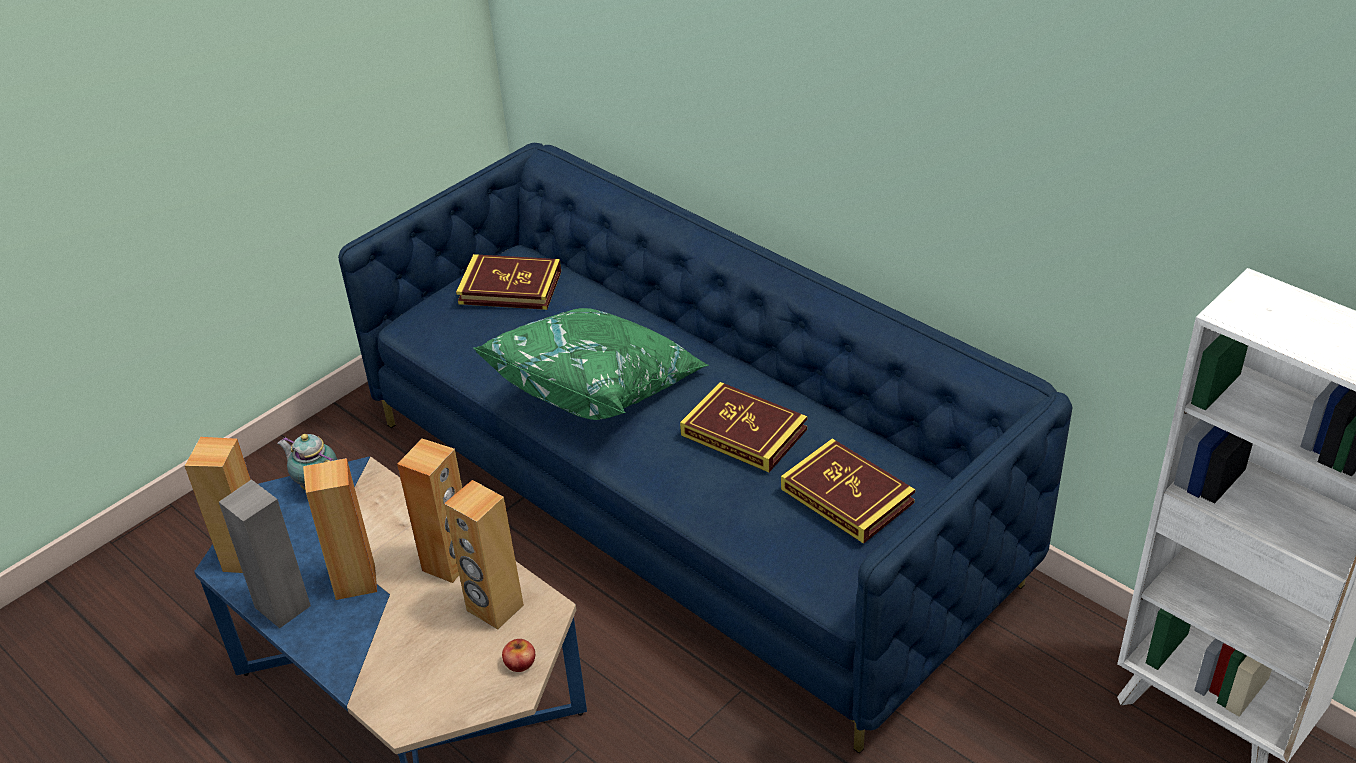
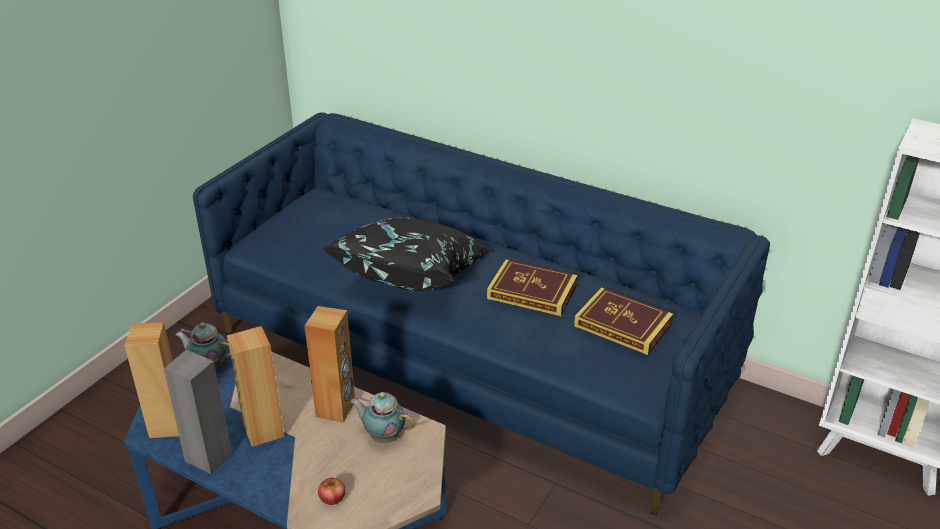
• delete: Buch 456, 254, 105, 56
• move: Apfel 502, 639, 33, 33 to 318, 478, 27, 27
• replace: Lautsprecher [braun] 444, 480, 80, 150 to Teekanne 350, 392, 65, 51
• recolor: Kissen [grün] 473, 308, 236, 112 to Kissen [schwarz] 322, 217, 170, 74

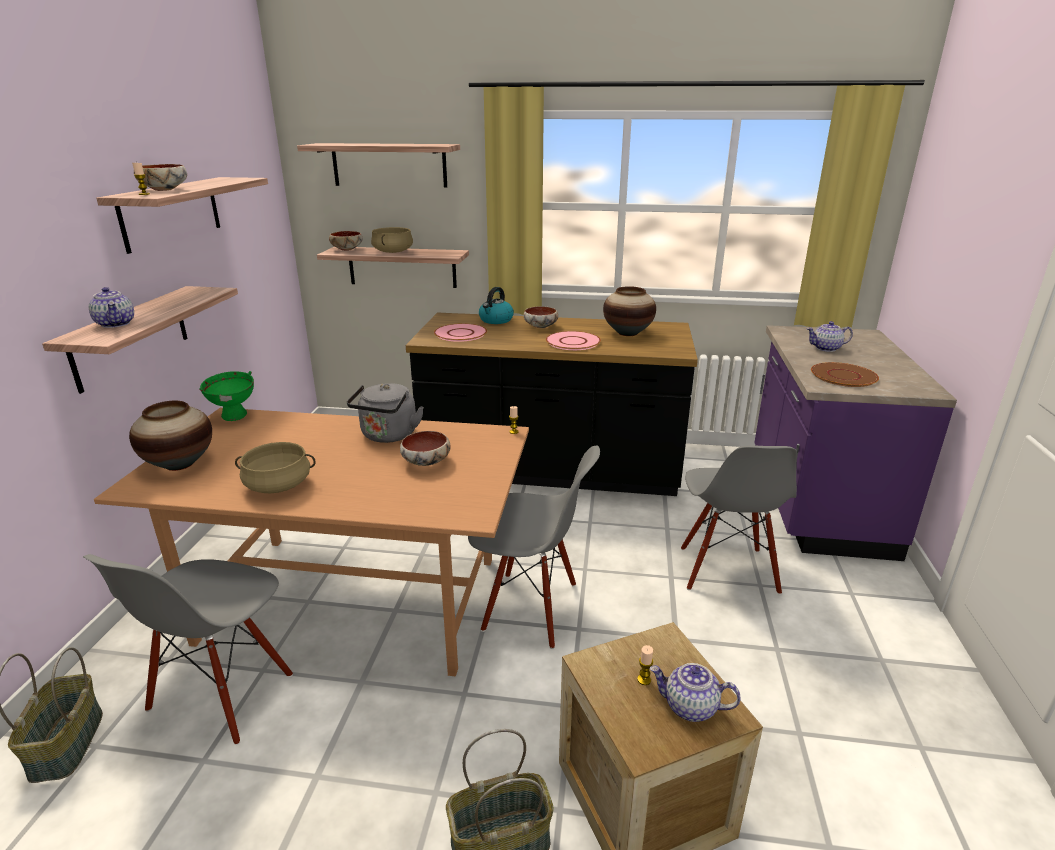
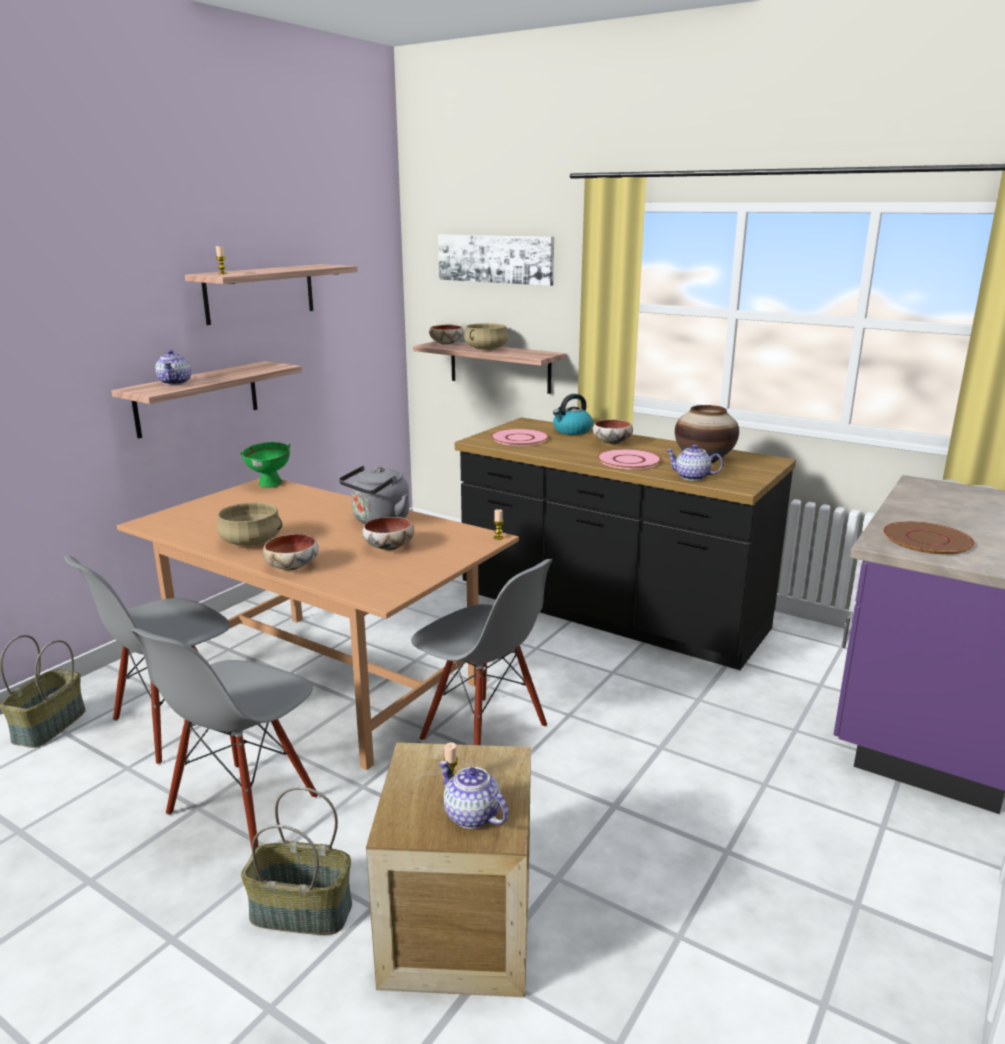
• delete: Vase 129, 401, 83, 70
• move: Schüssel 134, 164, 53, 27 to 262, 534, 57, 36
• move: Stuhl [grau] 681, 445, 116, 150 to 131, 628, 187, 221
• move: Teekanne 807, 321, 46, 31 to 666, 444, 57, 37
• replace: Wandregal 297, 143, 163, 44 to Bild 438, 234, 116, 52

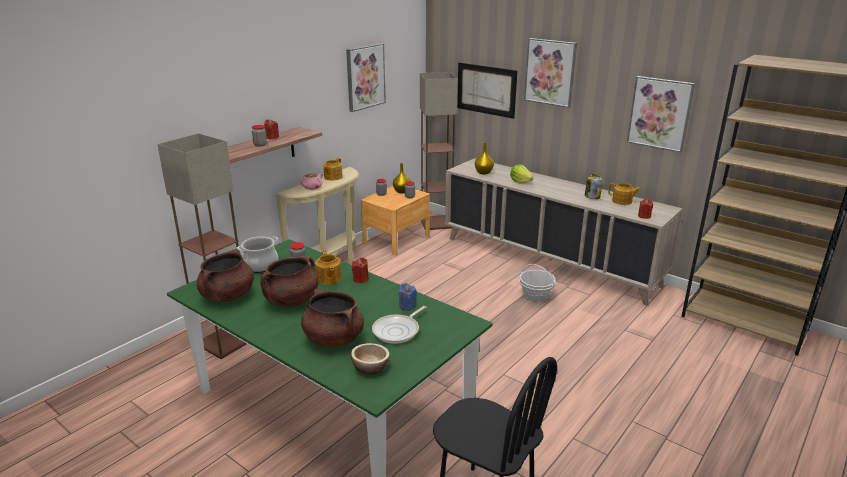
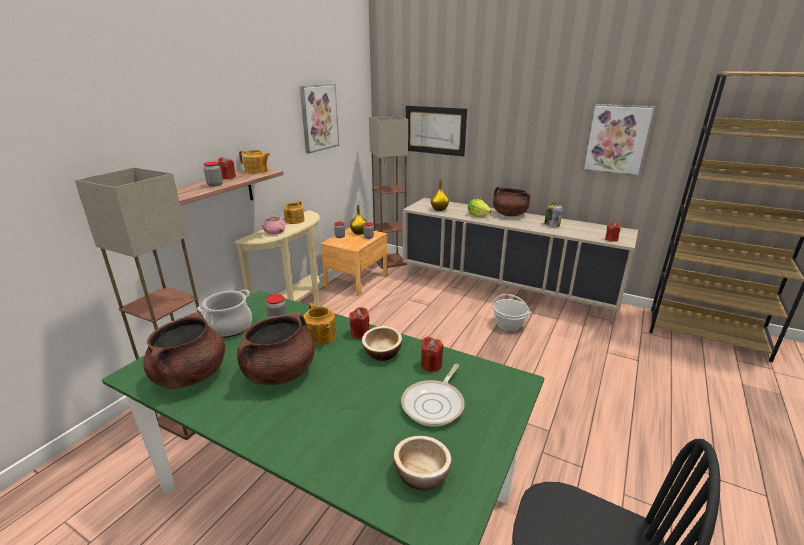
• delete: Bild 524, 38, 53, 70
• insert: Schüssel 362, 326, 40, 35
• move: Kochtopf [braun] 301, 289, 63, 59 to 493, 187, 37, 29
• move: Teekanne 608, 183, 33, 22 to 239, 150, 32, 24
• recolor: Kerze [blau] 399, 283, 18, 28 to Kerze [rot] 421, 336, 22, 36

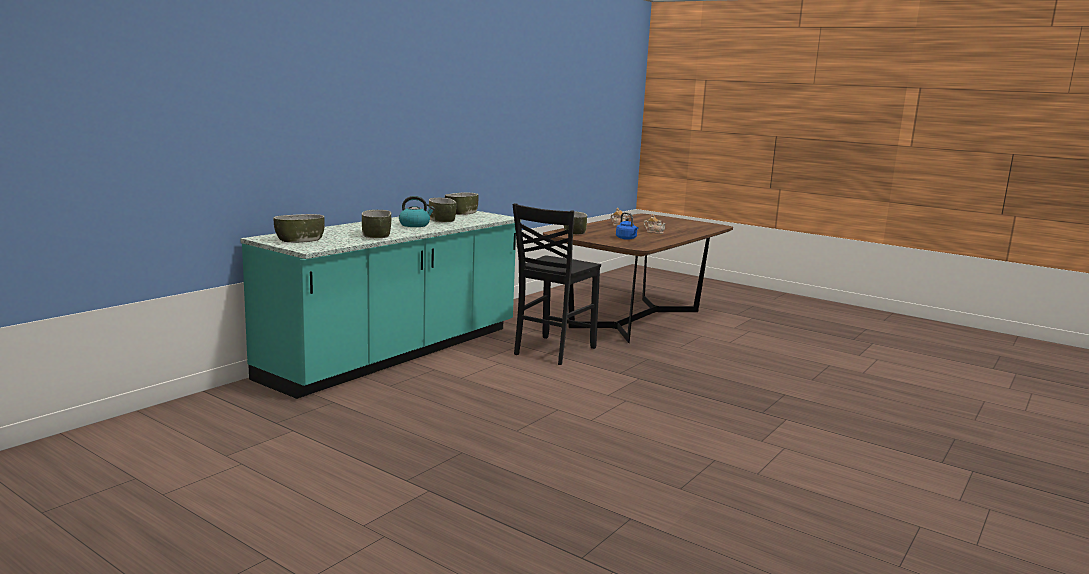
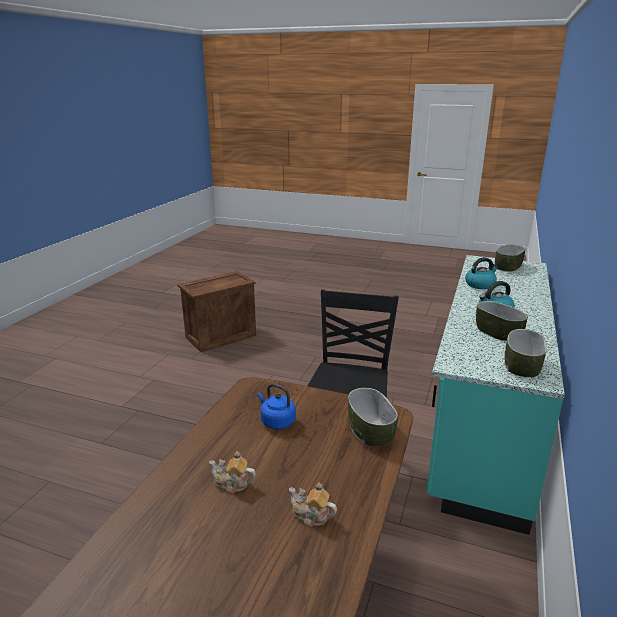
• insert: Kiste 177, 271, 79, 81
• replace: Schüssel 362, 210, 29, 28 to Wasserkessel 465, 257, 33, 32

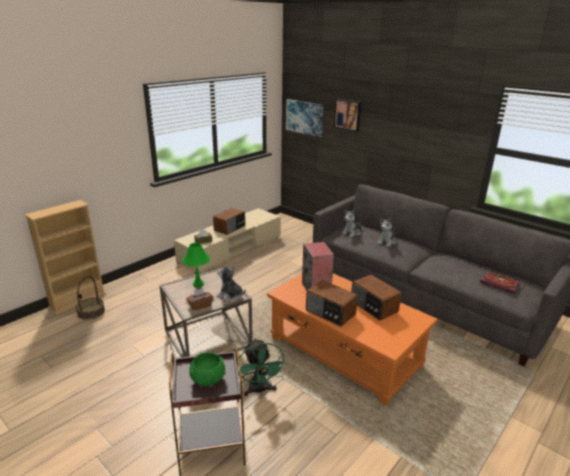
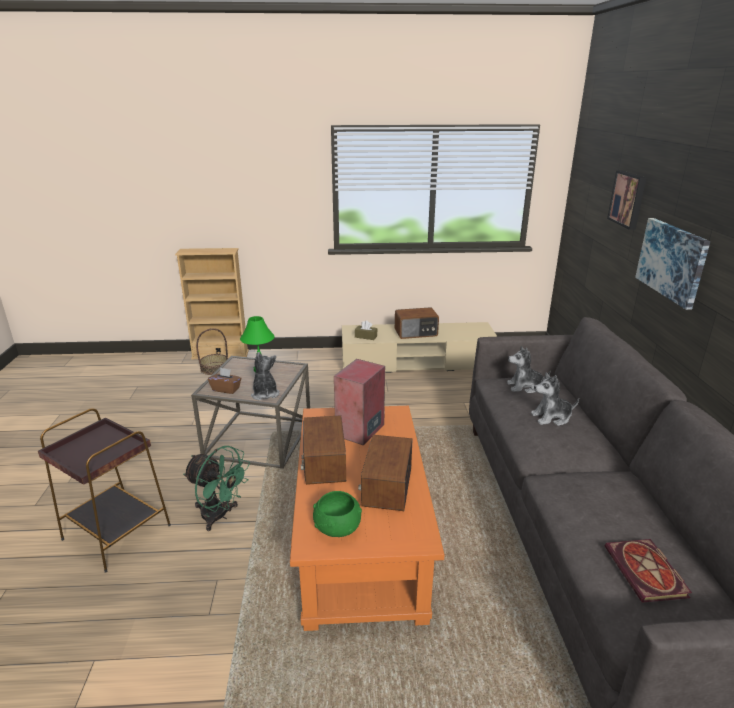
• move: Schüssel [grün] 189, 352, 37, 34 to 313, 491, 49, 46
• move: Bild 286, 99, 38, 38 to 635, 218, 76, 92
• rotate: Ventilator [grün] 238, 338, 49, 58 = 183, 446, 67, 85 90 degrees counterclockwise

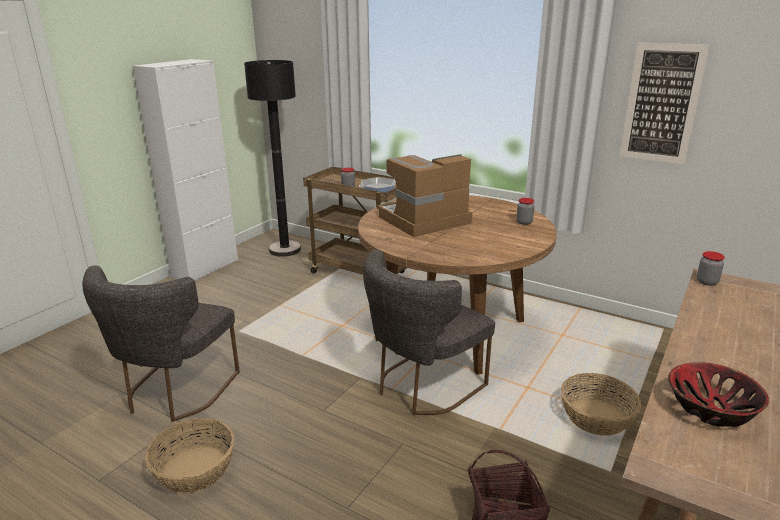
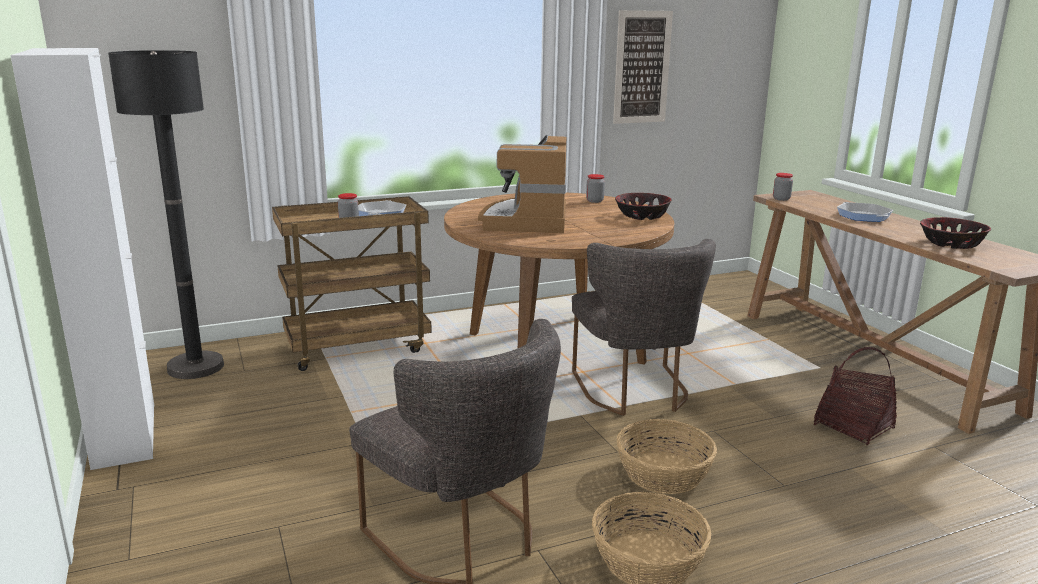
• insert: Schüssel 615, 193, 57, 27
• insert: Pfanne 837, 202, 56, 20
• move: Korb 561, 373, 80, 63 to 617, 419, 100, 75

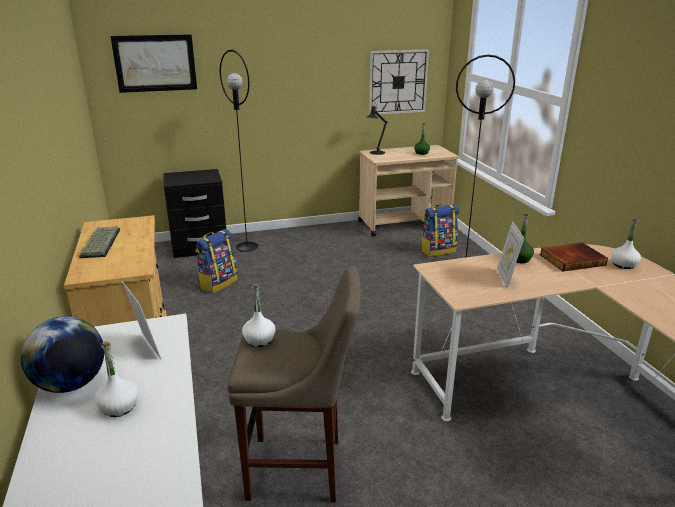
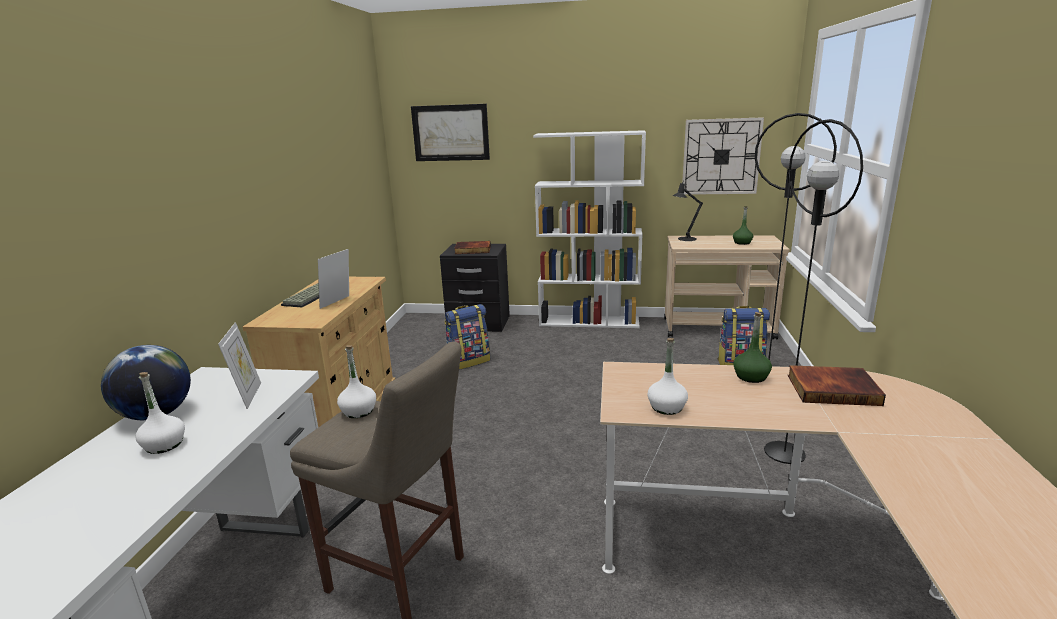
• insert: Buch 454, 241, 37, 13
• insert: Bücherregal [weiß] 533, 130, 113, 198
• move: Stehlampe [schwarz] 220, 50, 38, 202 to 764, 119, 99, 345
• move: Bilderrahmen 497, 221, 28, 67 to 318, 249, 31, 60
• move: Flasche [weiß] 612, 218, 29, 51 to 647, 338, 41, 77

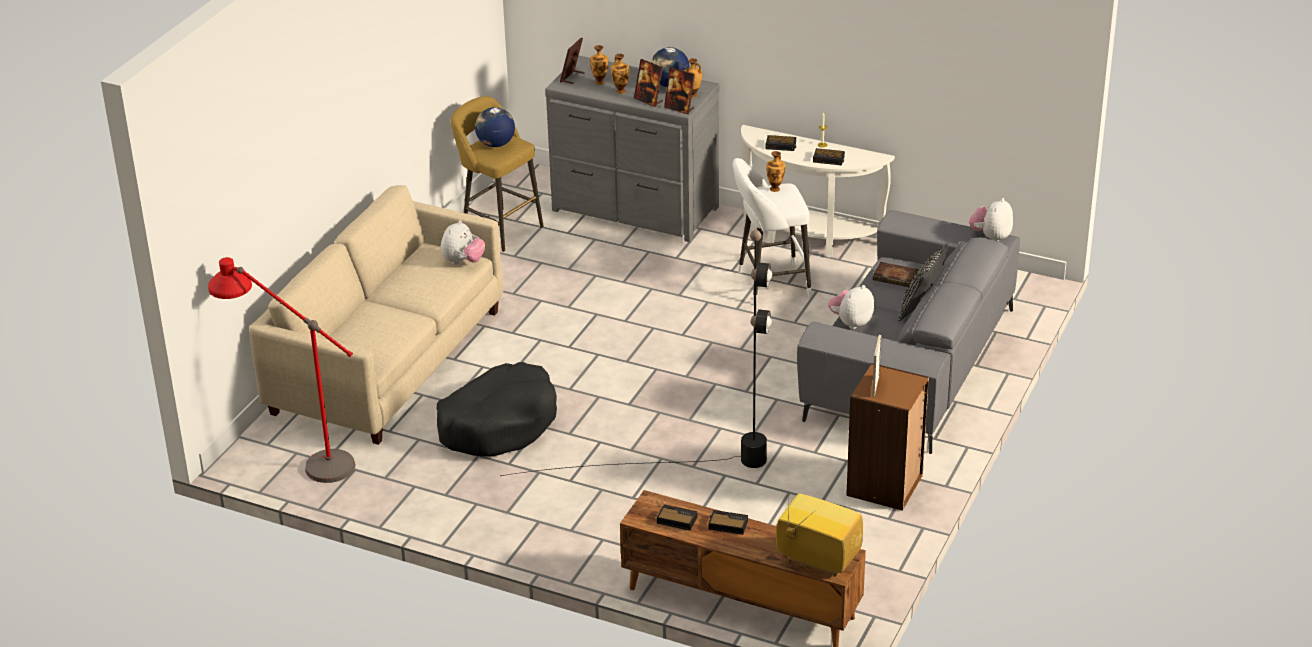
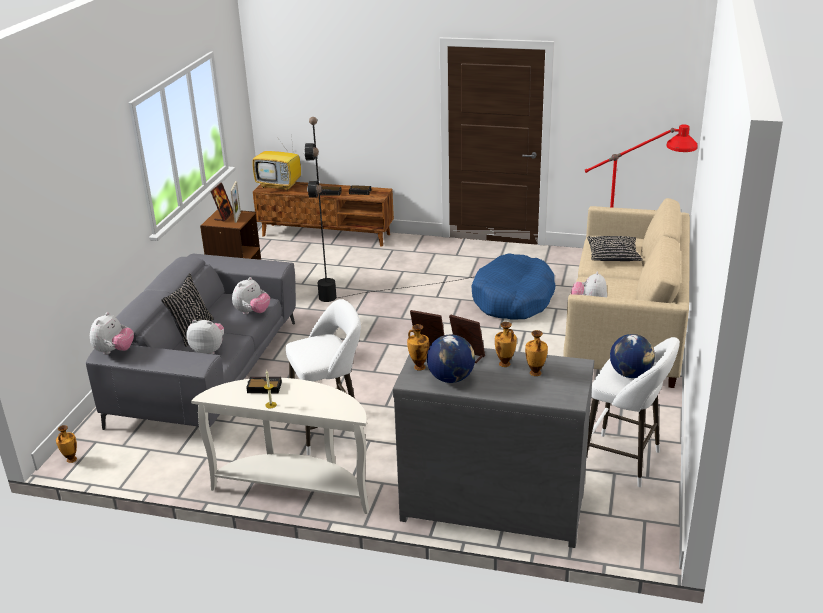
• delete: Wecker 766, 135, 30, 16
• insert: Kissen [schwarz] 587, 236, 56, 25
• move: Bilderrahmen 560, 38, 25, 46 to 210, 183, 23, 39
• move: Vase 766, 151, 19, 41 to 56, 425, 21, 38
• replace: Buch 873, 262, 46, 25 to Plüschtier 186, 320, 38, 34
• recolor: Hundebett [schwarz] 437, 362, 120, 95 to Hundebett [blau] 471, 253, 85, 66
• recolor: Hocker [gelb] 451, 96, 93, 156 to Hocker [weiß] 586, 337, 94, 150

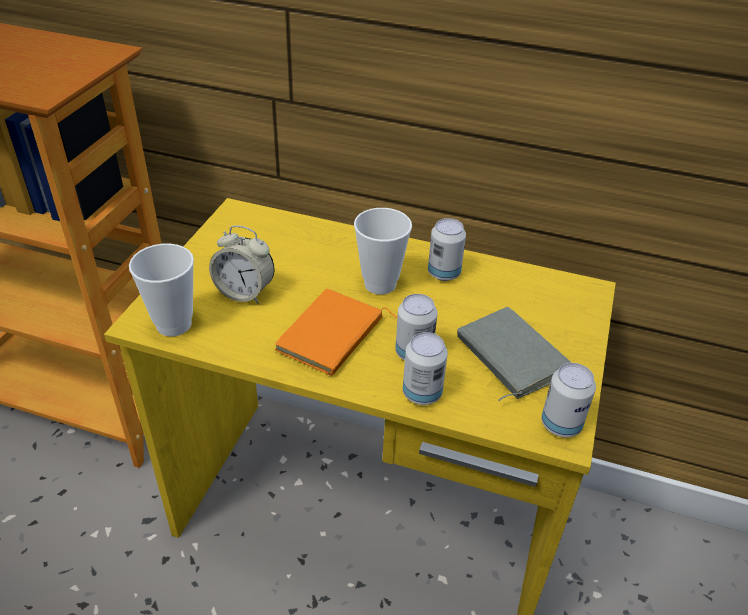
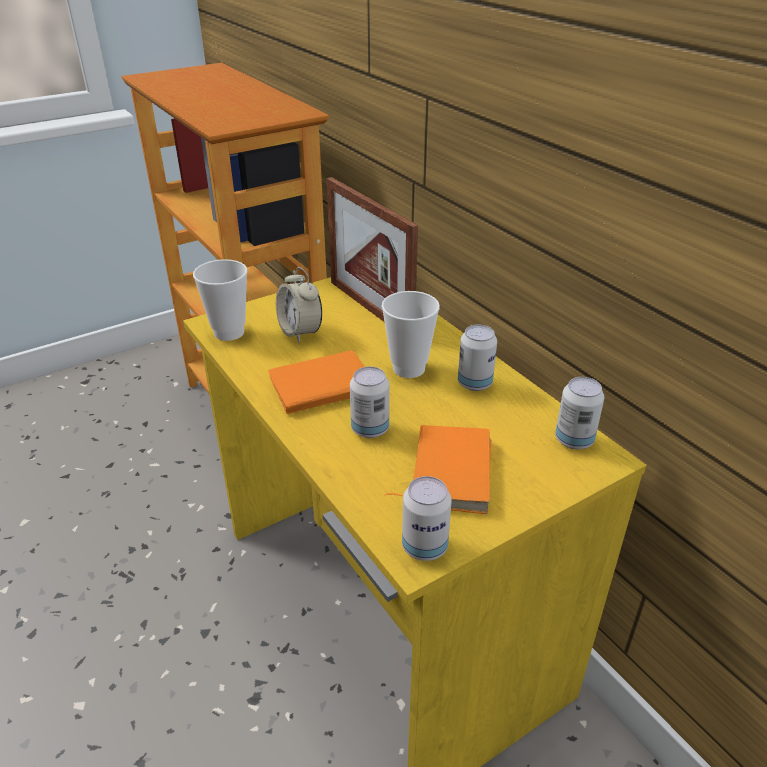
• insert: Bilderrahmen 326, 177, 92, 145
• move: Dose 403, 332, 45, 73 to 555, 377, 49, 72
• recolor: Buch [grau] 457, 307, 115, 94 to Buch [orange] 385, 425, 106, 89

